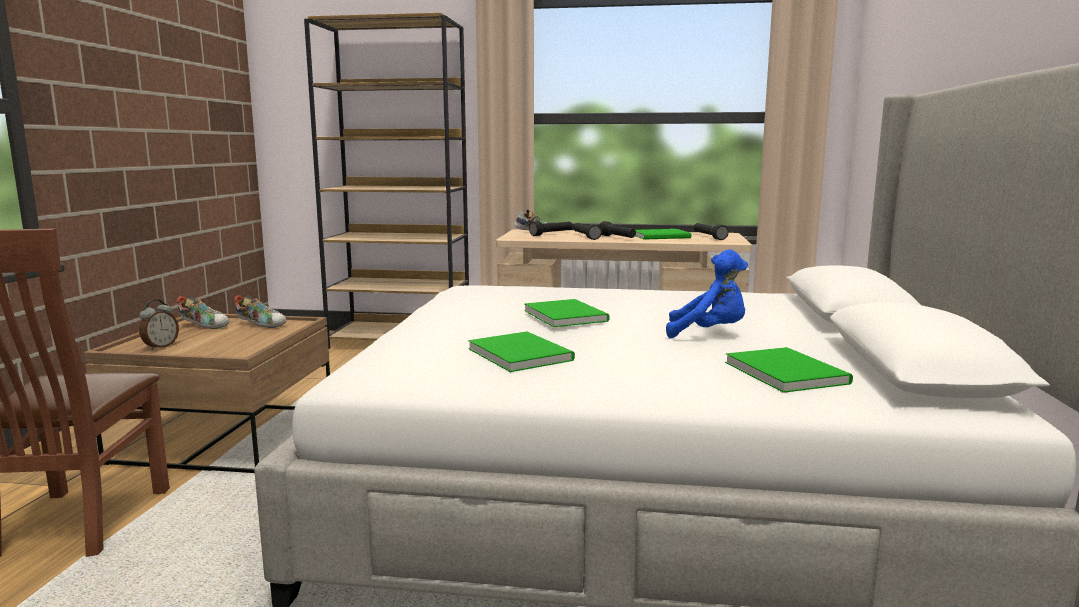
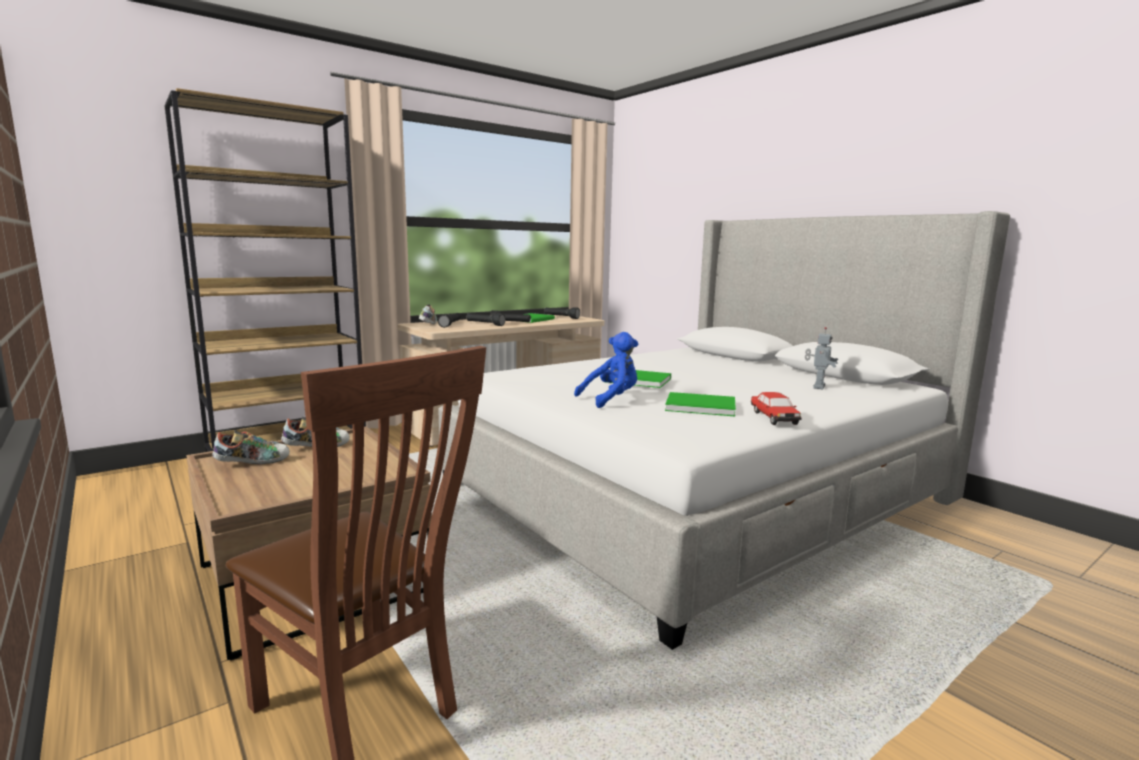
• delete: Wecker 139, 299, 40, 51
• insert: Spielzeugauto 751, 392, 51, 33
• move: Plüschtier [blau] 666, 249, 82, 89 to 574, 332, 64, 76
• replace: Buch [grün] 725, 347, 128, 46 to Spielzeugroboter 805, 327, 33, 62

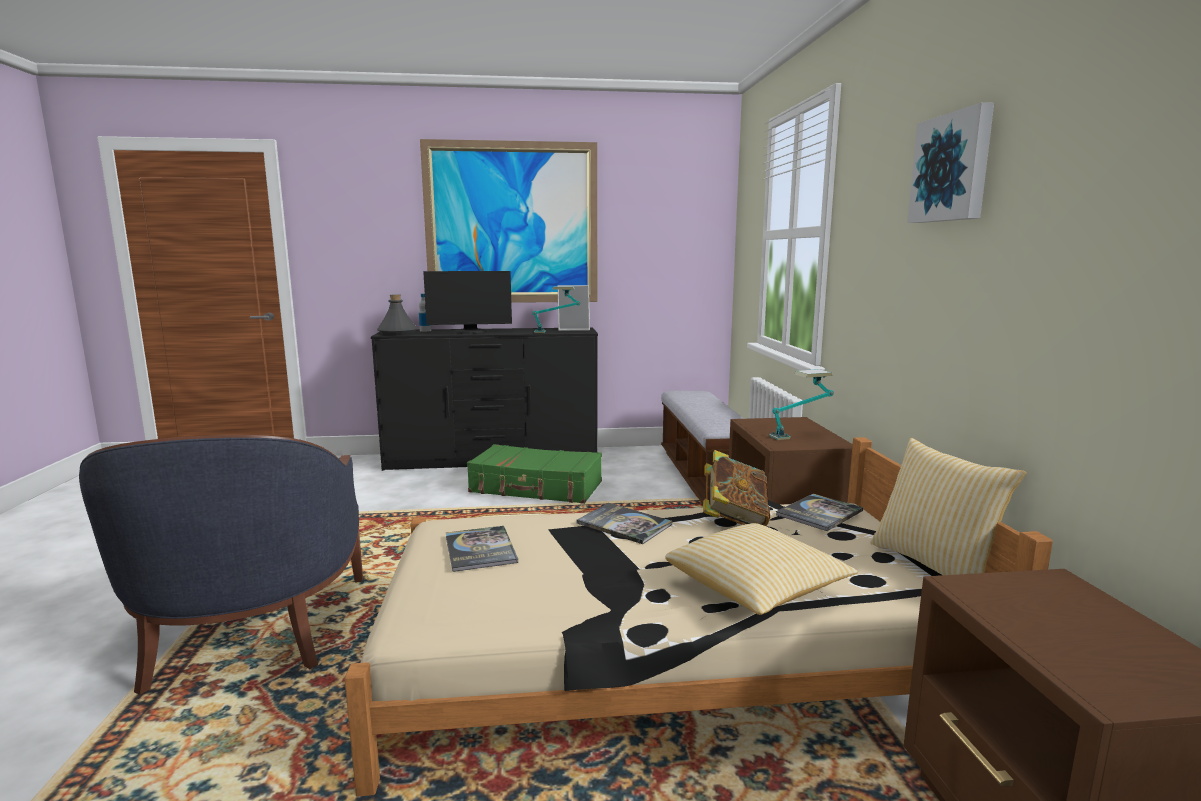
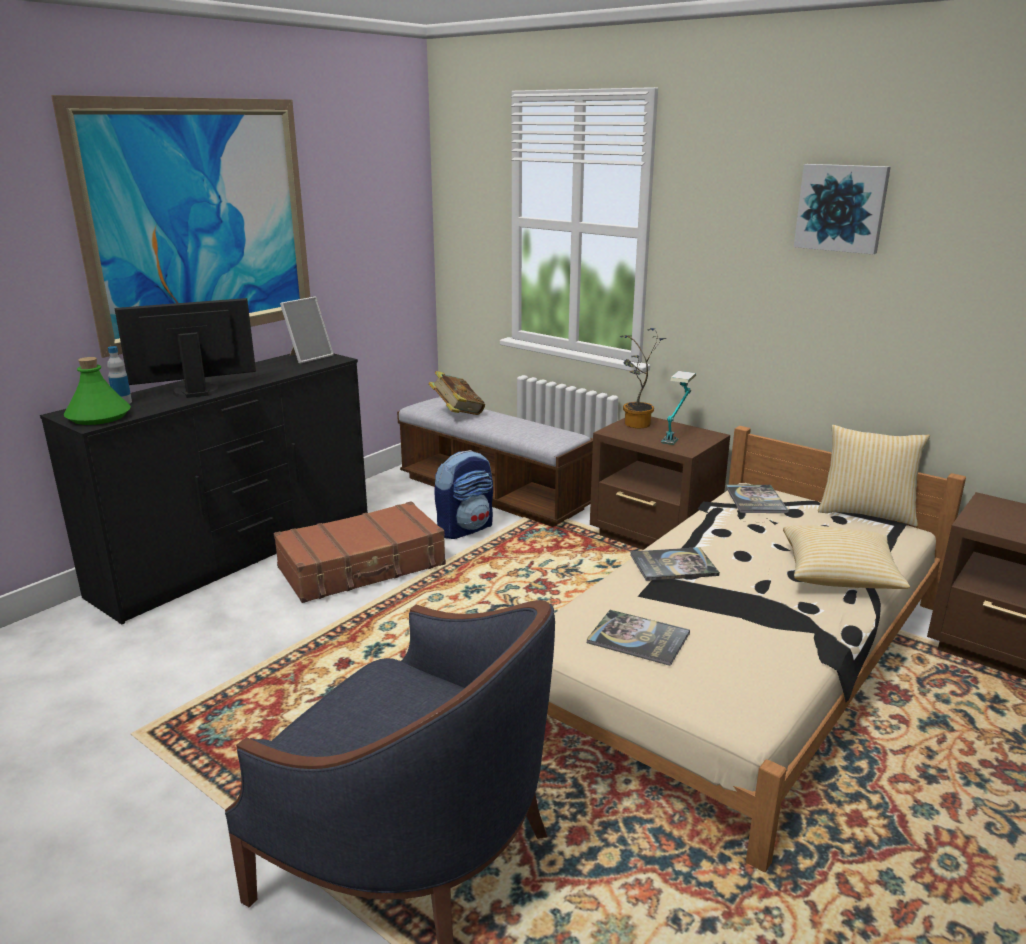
• delete: Tischlampe 532, 286, 48, 47
• insert: Rucksack 434, 450, 59, 89
• insert: Topfpflanze 620, 328, 47, 100
• move: Buch 703, 450, 67, 76 to 428, 371, 57, 44
• recolor: Flasche [grau] 377, 294, 41, 41 to Flasche [grün] 64, 357, 67, 68
• recolor: Koffer [grün] 467, 444, 135, 60 to Koffer [braun] 274, 501, 172, 102
• rotate: Monitor 423, 271, 89, 63 = 115, 298, 141, 100 150 degrees counterclockwise

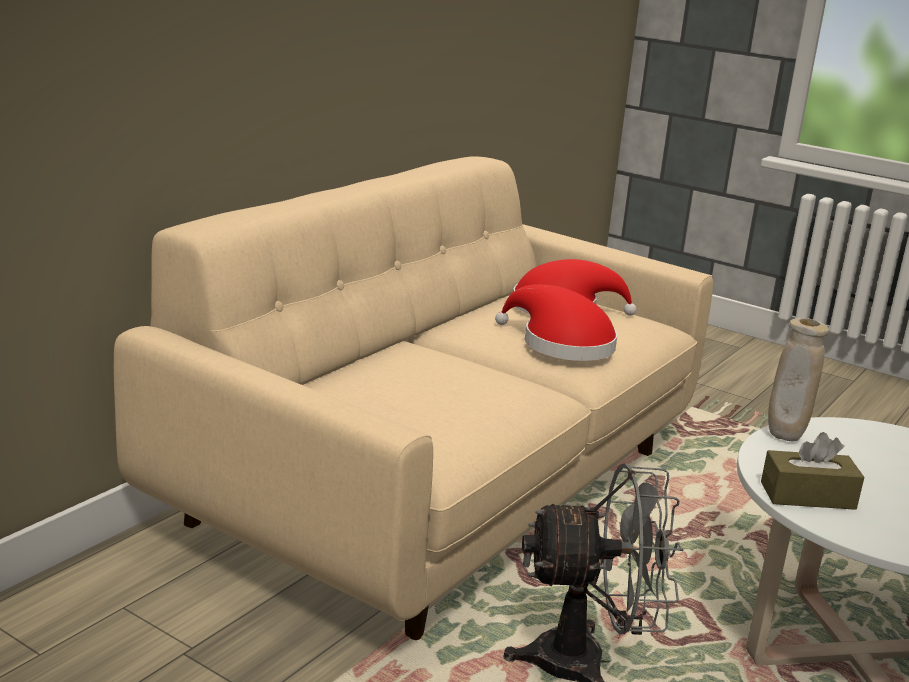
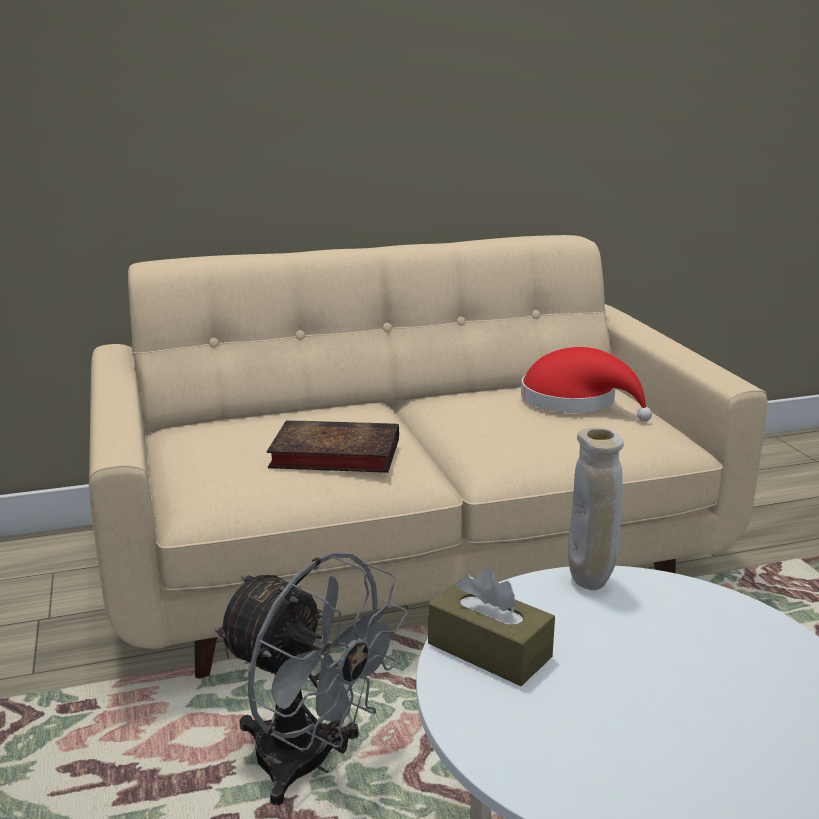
• delete: Hut [rot] 495, 284, 122, 77
• insert: Buch 267, 420, 132, 53

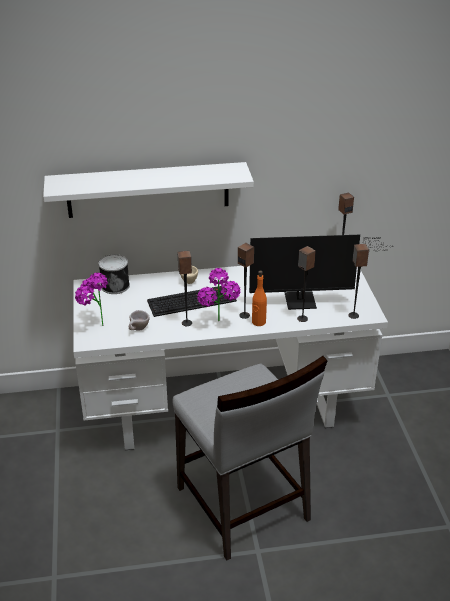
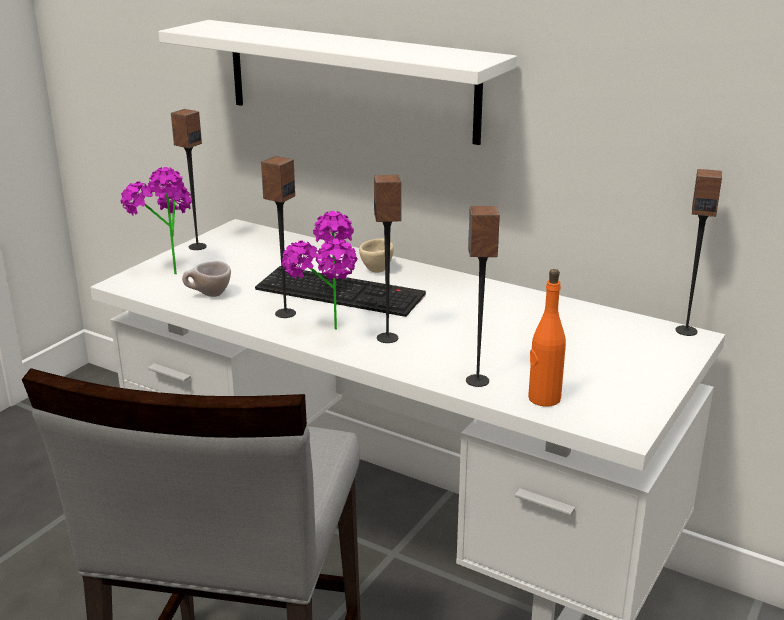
• delete: Dose 98, 254, 32, 40
• delete: Monitor 249, 235, 145, 75
• move: Flasche [orange] 252, 271, 15, 55 to 528, 269, 38, 138
• move: Lautsprecher 348, 244, 21, 75 to 171, 109, 36, 141

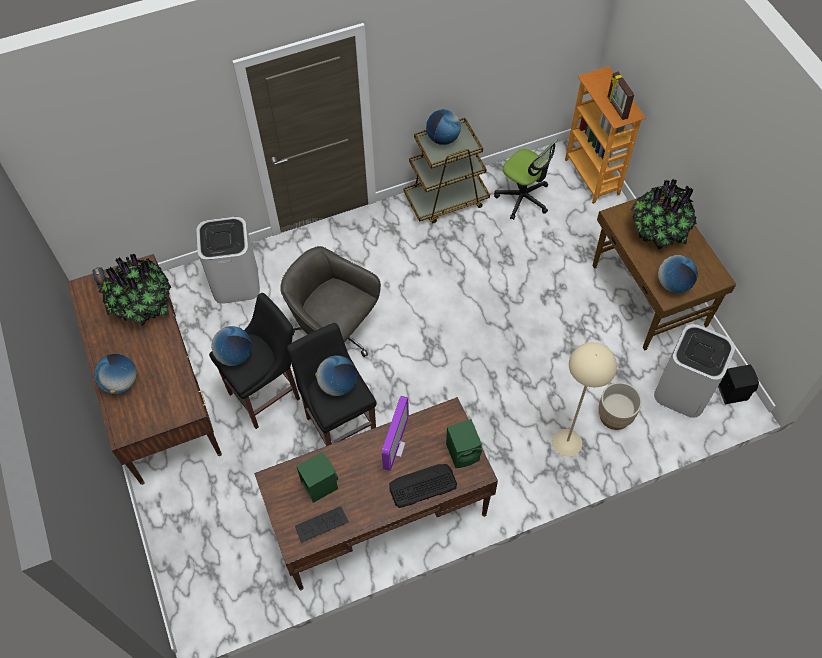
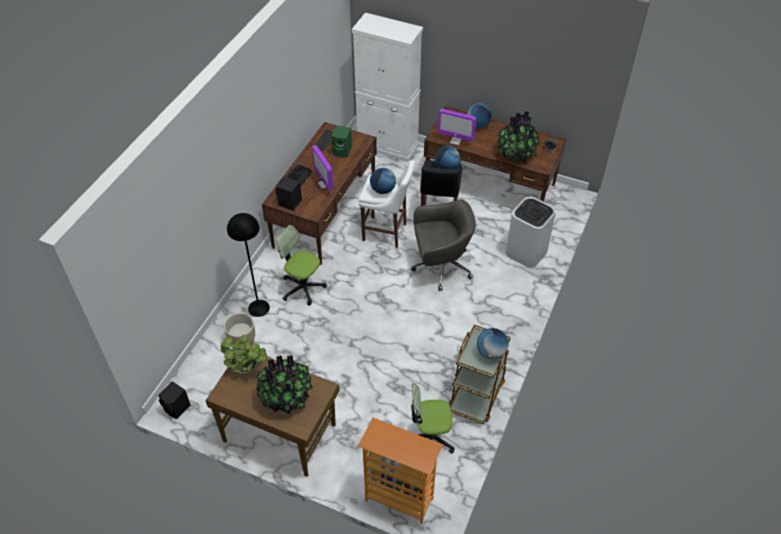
• delete: Bilderrahmen 607, 71, 27, 49
• delete: Mülleimer [weiß] 654, 324, 81, 94
• insert: Bürostuhl 276, 225, 51, 81
• insert: Schrank [weiß] 352, 13, 71, 149
• insert: Monitor 438, 109, 38, 36
• replace: Globus 658, 255, 40, 38 to Topfpflanze 220, 335, 47, 39
• recolor: Hocker [schwarz] 287, 323, 90, 123 to Hocker [weiß] 358, 160, 57, 88
• recolor: Lautsprecher [grün] 446, 419, 36, 49 to Lautsprecher [schwarz] 275, 176, 27, 35
• recolor: Stehlampe [beige] 552, 342, 65, 115 to Stehlampe [schwarz] 227, 213, 43, 104

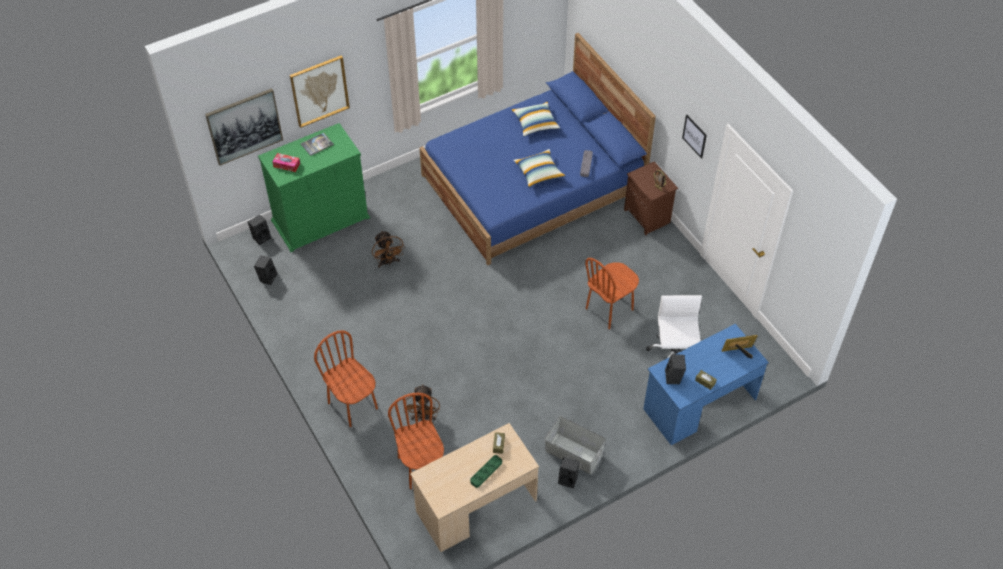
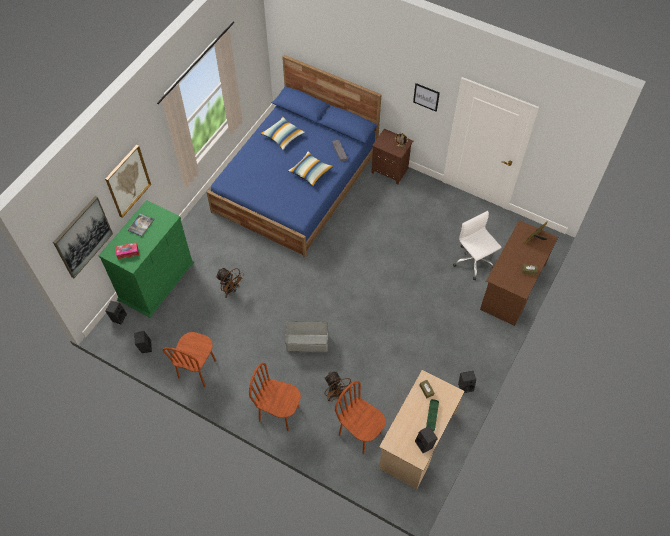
• move: Aufbewahrungsbox [grau] 544, 416, 62, 58 to 285, 321, 43, 31
• move: Stuhl [braun] 585, 258, 54, 71 to 163, 332, 53, 55
• move: Lautsprecher [schwarz] 665, 354, 21, 30 to 415, 426, 23, 27
• recolor: Schreibtisch [blau] 643, 324, 126, 121 to Schreibtisch [braun] 480, 220, 78, 106

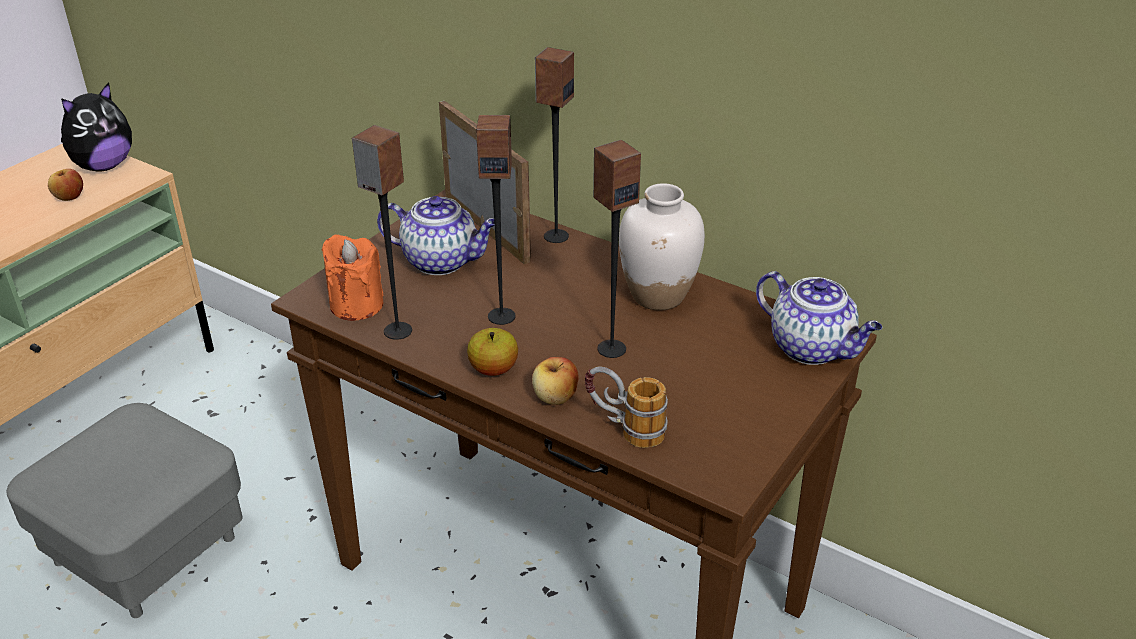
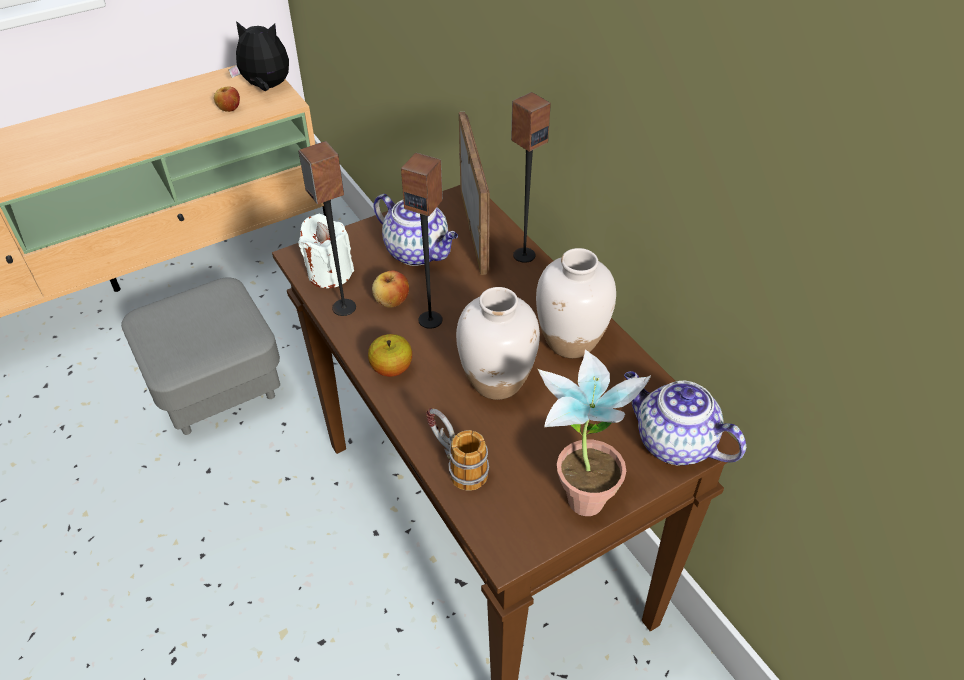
• insert: Topfpflanze 538, 349, 113, 167
• move: Apfel 532, 357, 47, 48 to 372, 271, 37, 36
• replace: Lautsprecher 593, 140, 48, 218 to Vase [weiß] 456, 287, 84, 113
• recolor: Kerze [orange] 322, 234, 62, 87 to Kerze [weiß] 298, 214, 56, 74
• rotate: Plüschtier 61, 82, 71, 90 = 229, 21, 60, 70 150 degrees counterclockwise
• rotate: Teekanne 756, 271, 126, 94 = 624, 371, 122, 94 150 degrees clockwise

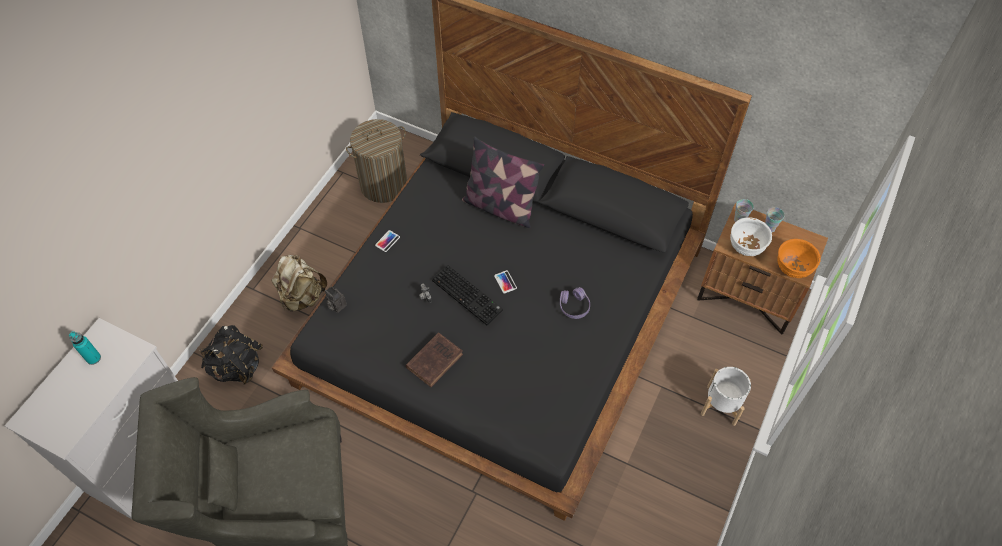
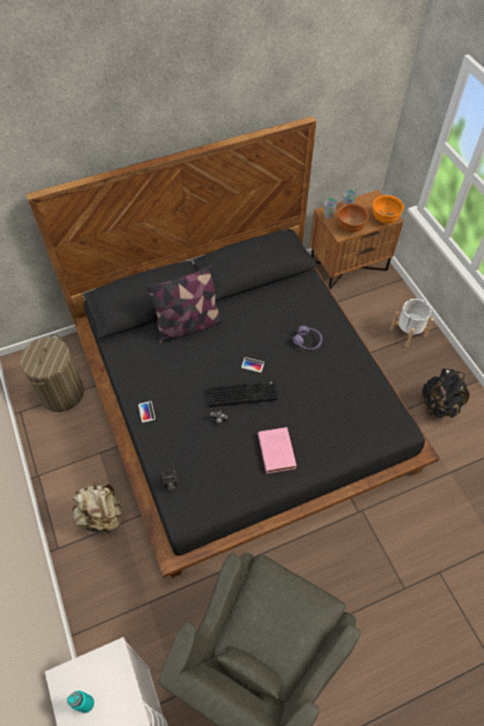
• move: Rucksack [schwarz] 199, 325, 64, 60 to 422, 369, 48, 49
• recolor: Buch [braun] 406, 332, 57, 55 to Buch [rosa] 258, 427, 39, 46
• recolor: Schüssel [weiß] 730, 217, 42, 39 to Schüssel [braun] 337, 203, 32, 29

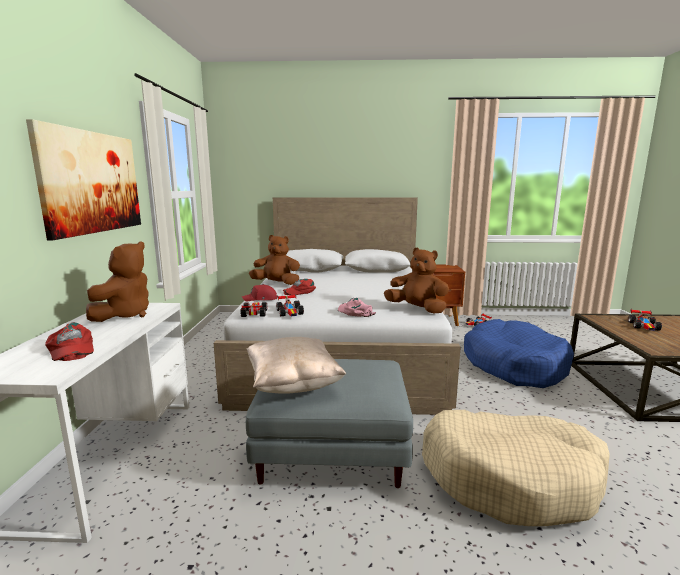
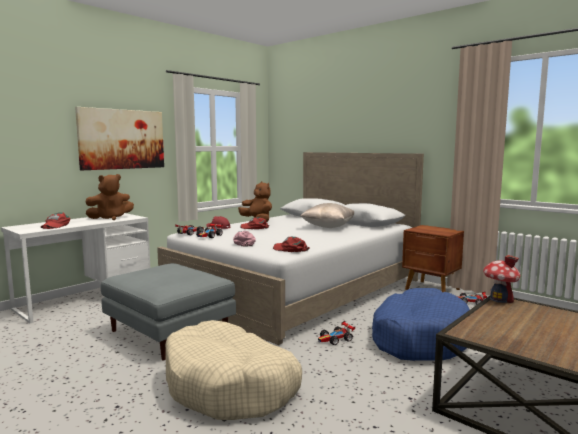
• insert: Spielzeughaus 483, 255, 37, 48
• move: Kissen [beige] 247, 337, 100, 57 to 301, 203, 53, 25
• move: Spielzeugauto 628, 309, 34, 22 to 318, 321, 37, 24
• replace: Plüschtier [braun] 384, 248, 65, 65 to Kappe [rot] 273, 237, 37, 15

